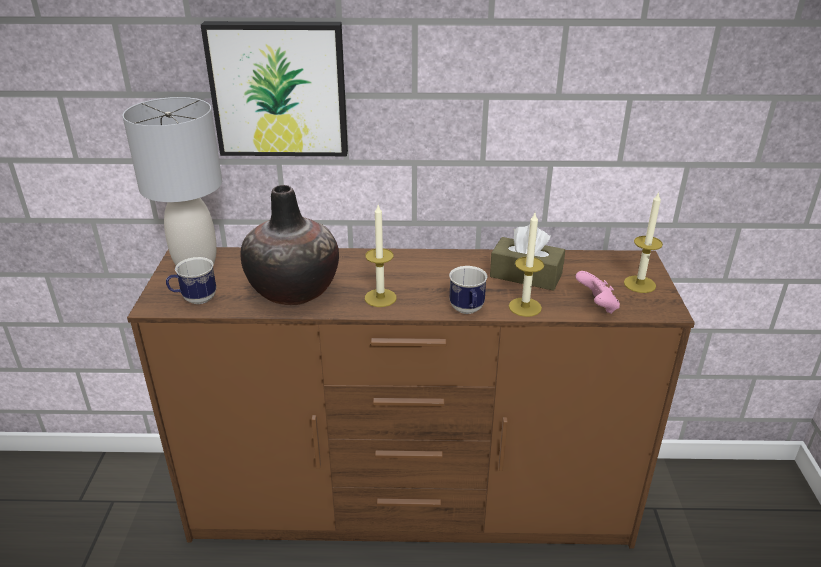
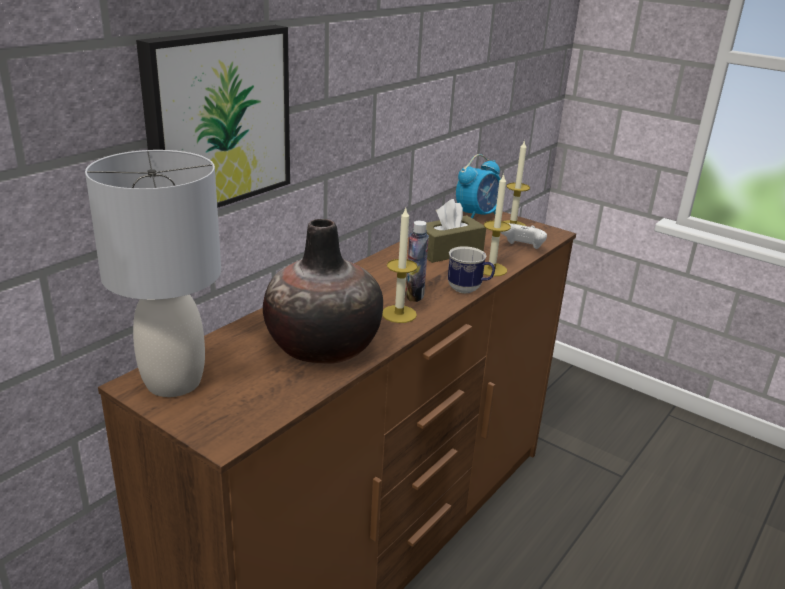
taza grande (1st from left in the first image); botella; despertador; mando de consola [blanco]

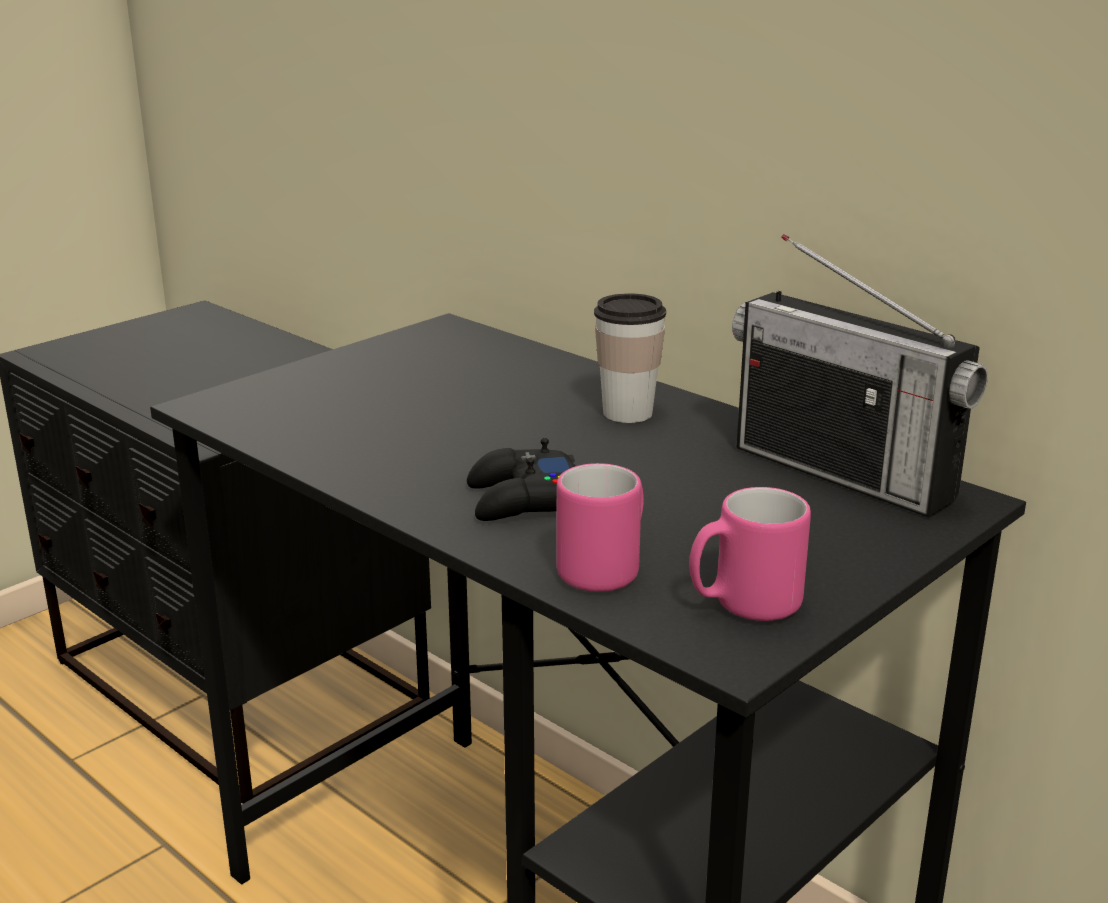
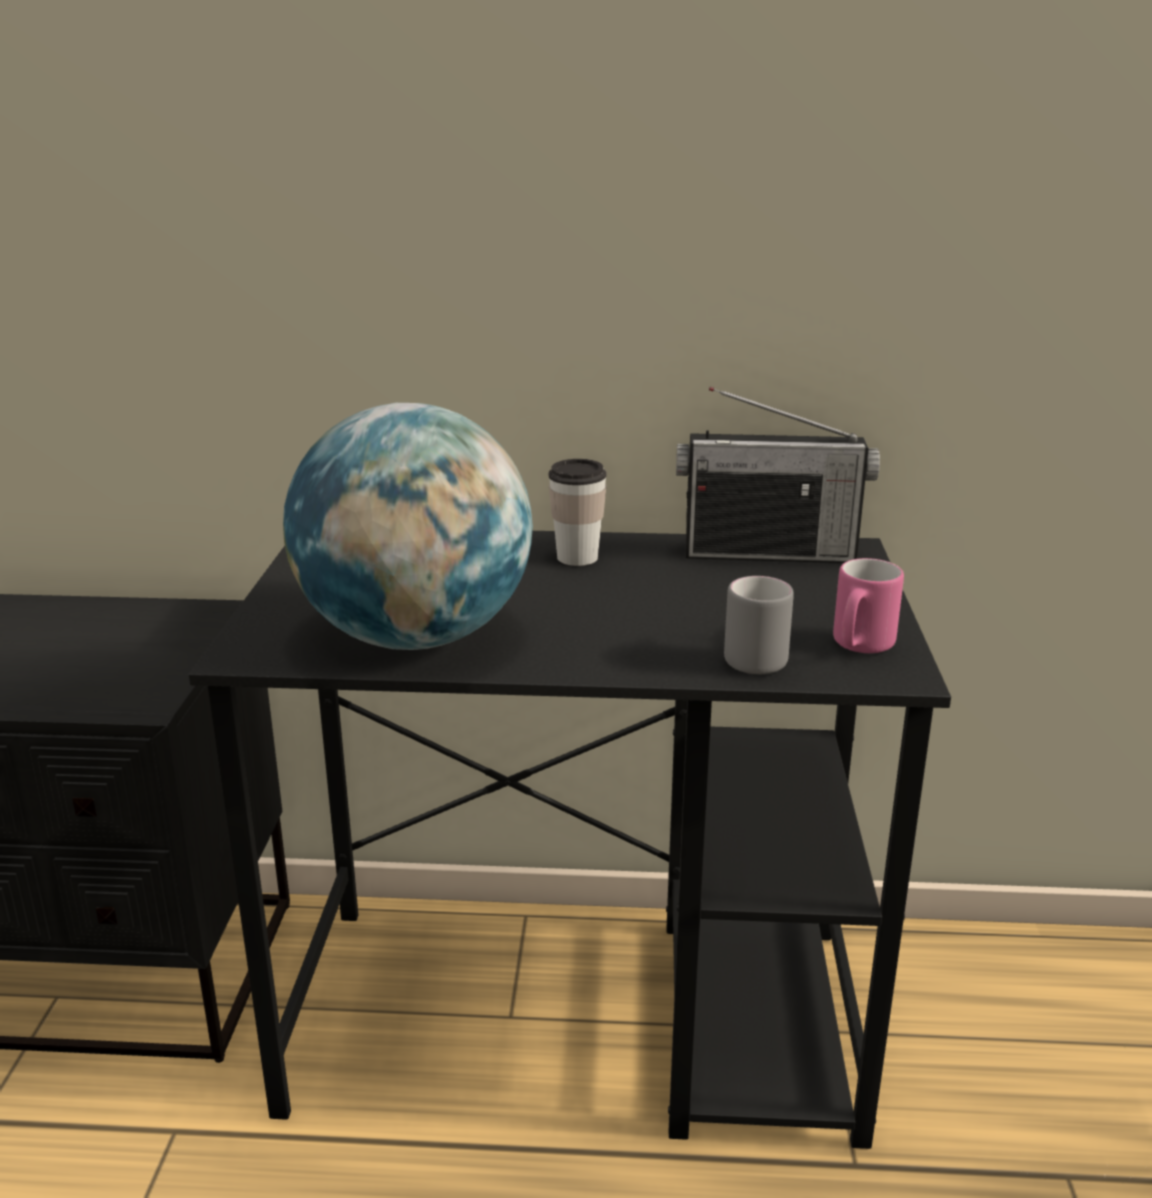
mando de consola [negro]; globo terráqueo; taza grande [gris]

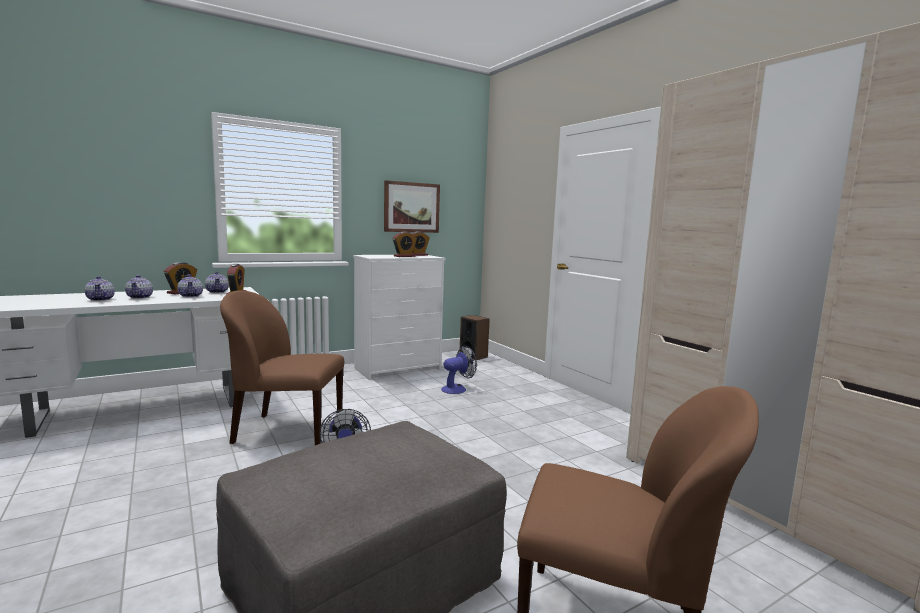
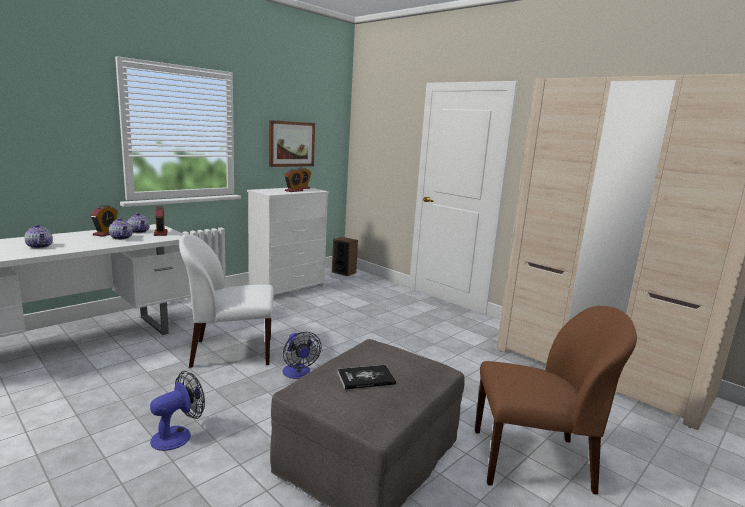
tetera (2nd from left in the first image); libro; ventilador (1st from left); silla [blanco]

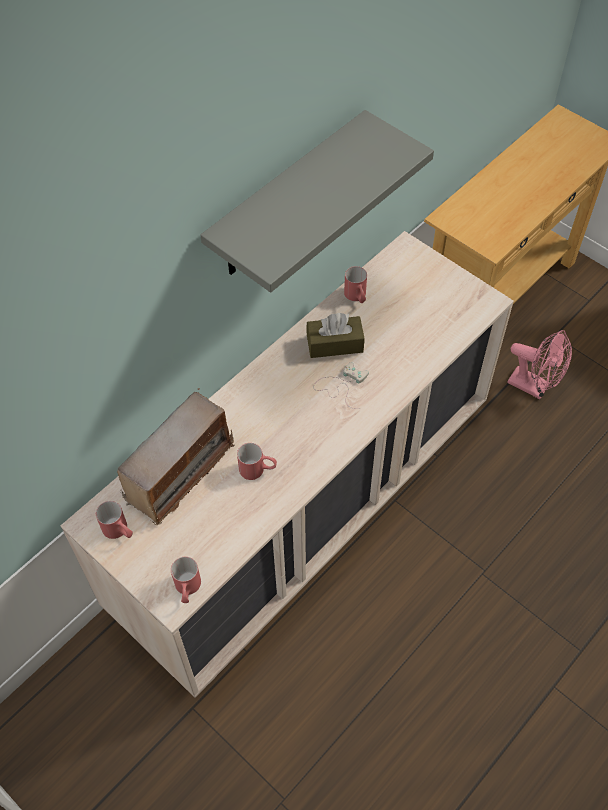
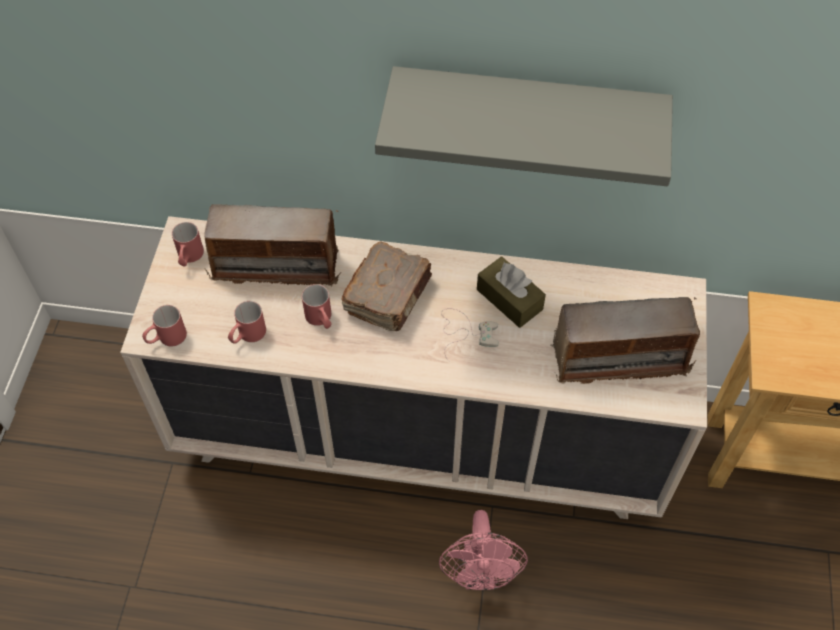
libro [marrón]; radio (2nd from left); taza grande [rojo] (3rd from left); ventilador [rosa]

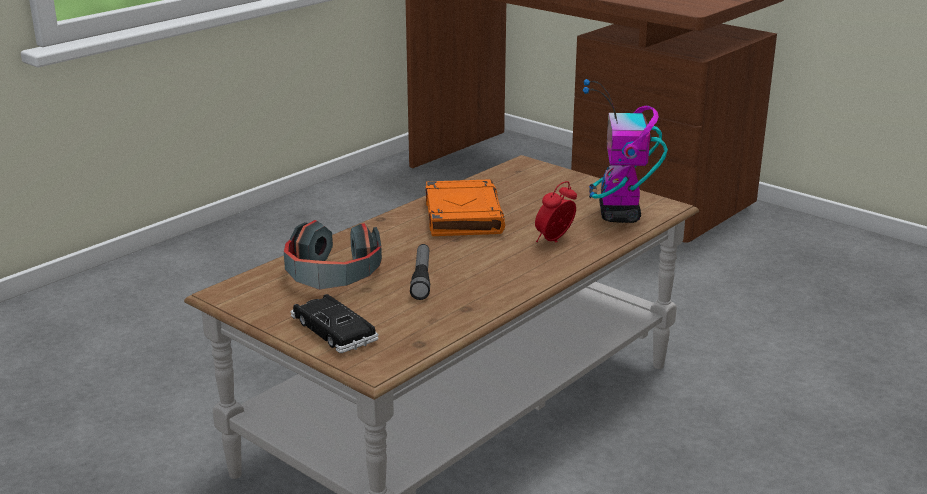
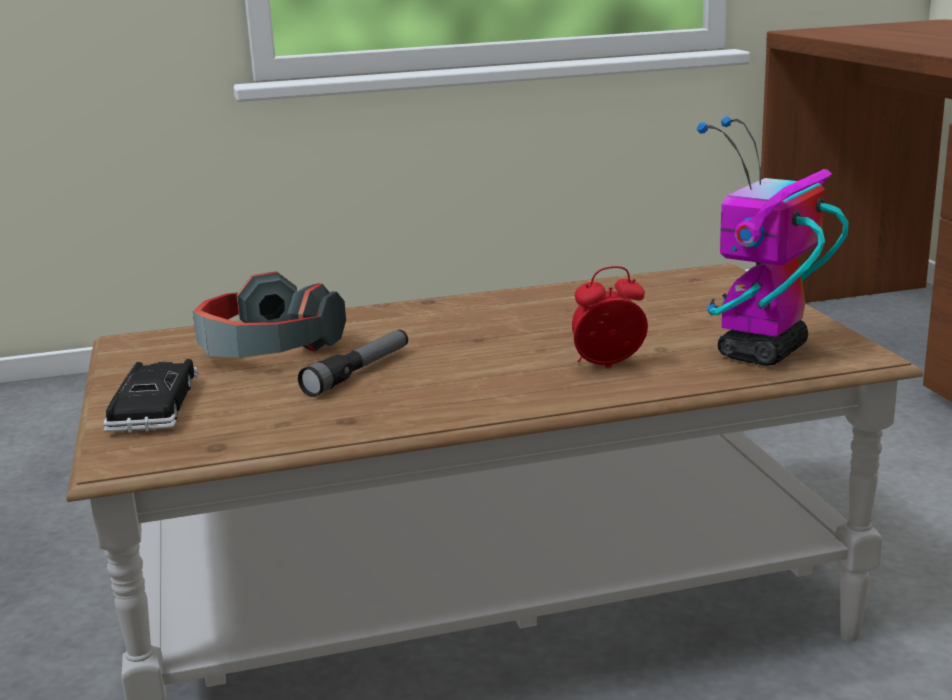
libro [naranja]

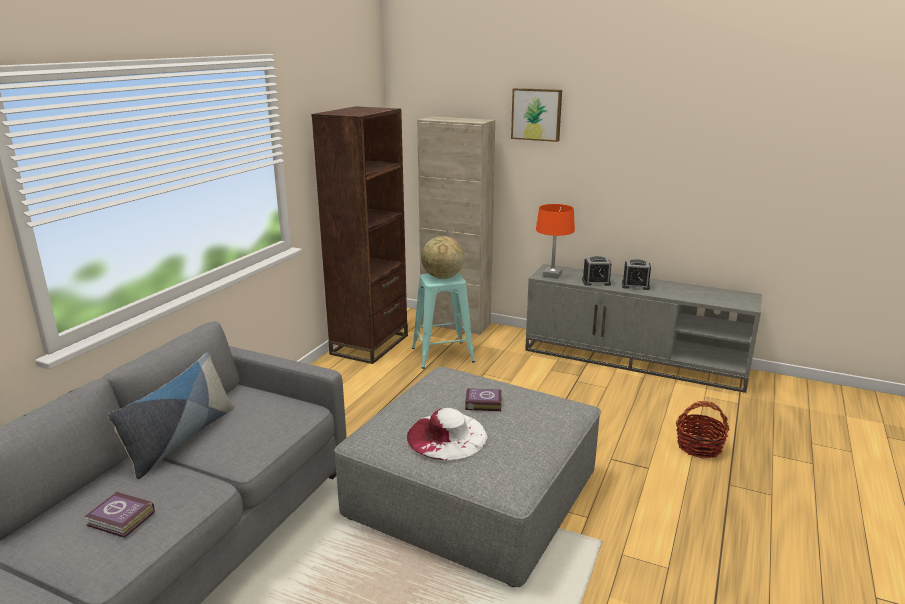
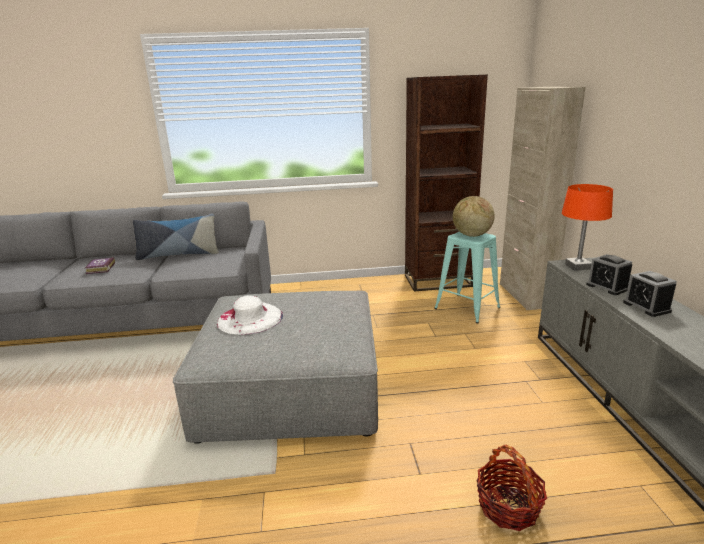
libro (2nd from left in the first image); cuadro

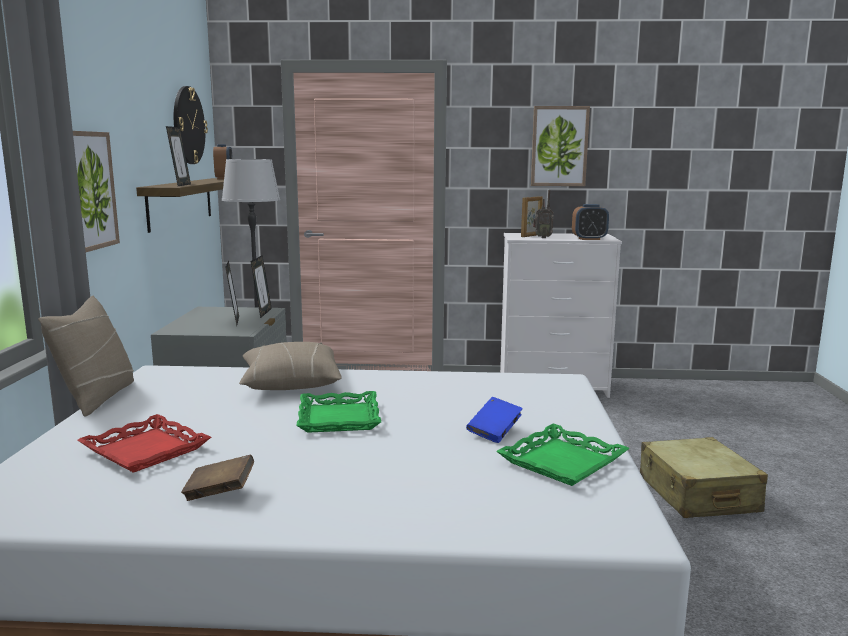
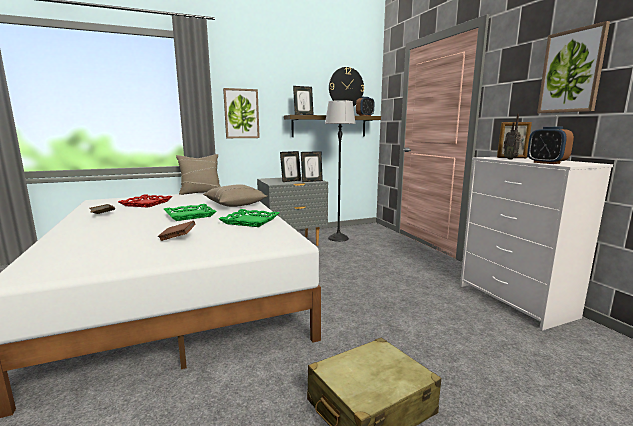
bandeja [verde] (2nd from left); libro [marrón] (2nd from left)

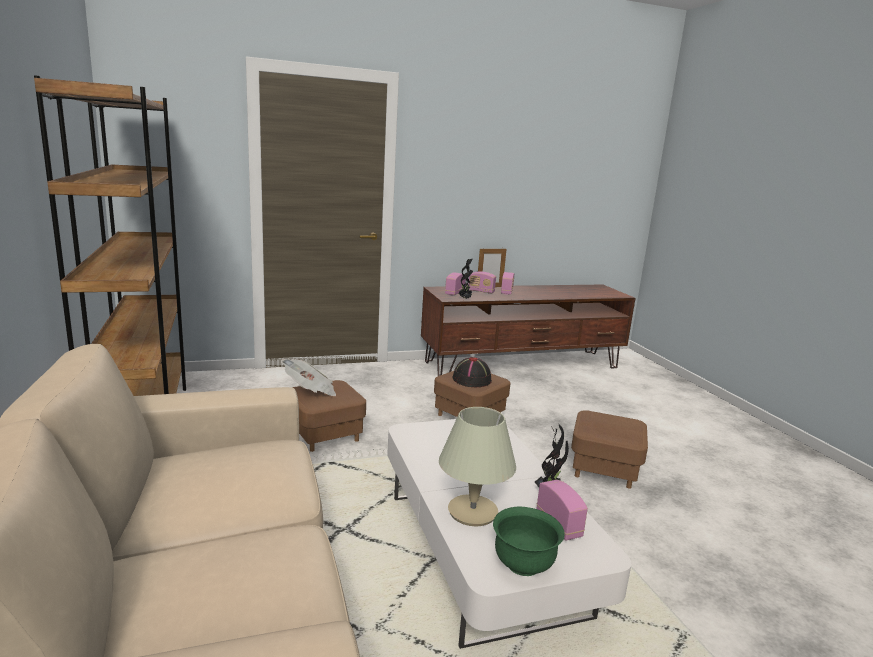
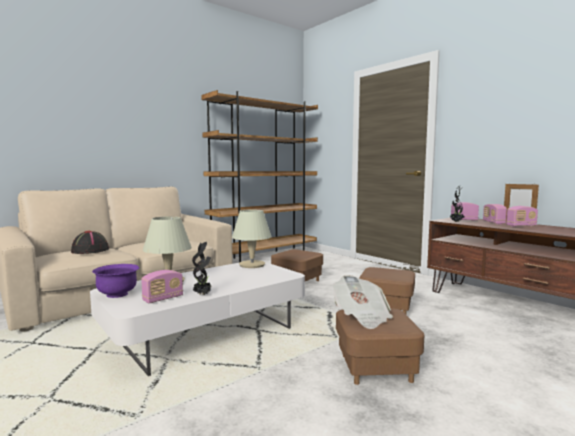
lámpara de mesa [beis] (2nd from left); periódico; sombrero [negro]; cuenco [morado]

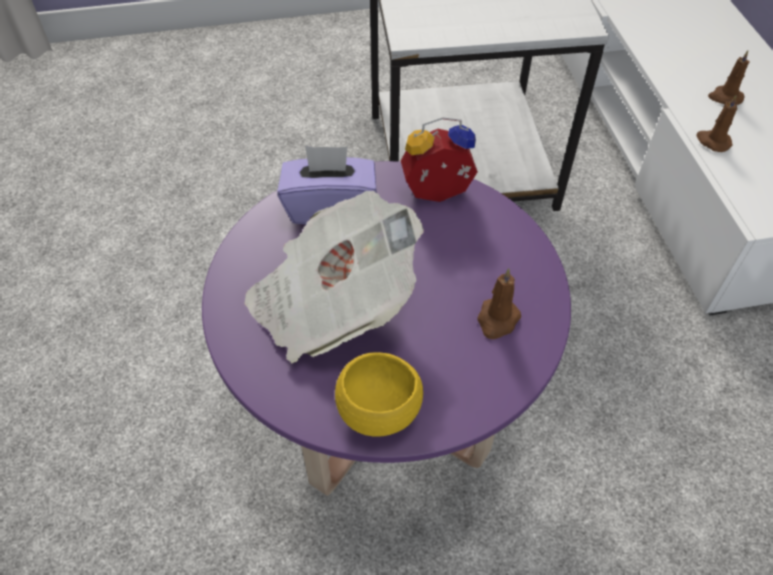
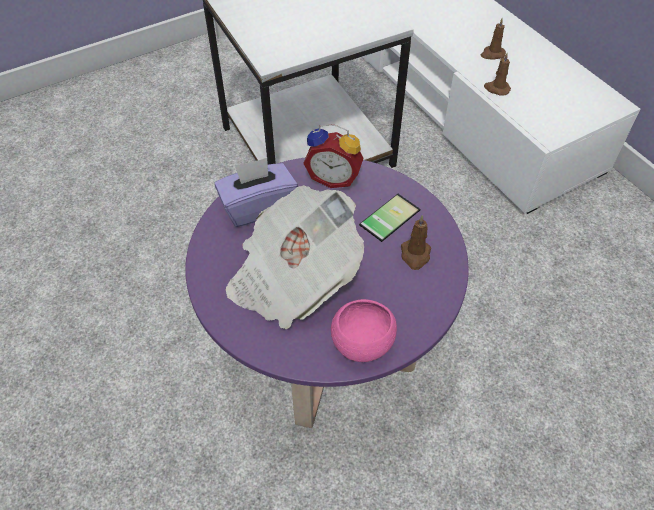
móvil; cuenco [rosa]; despertador

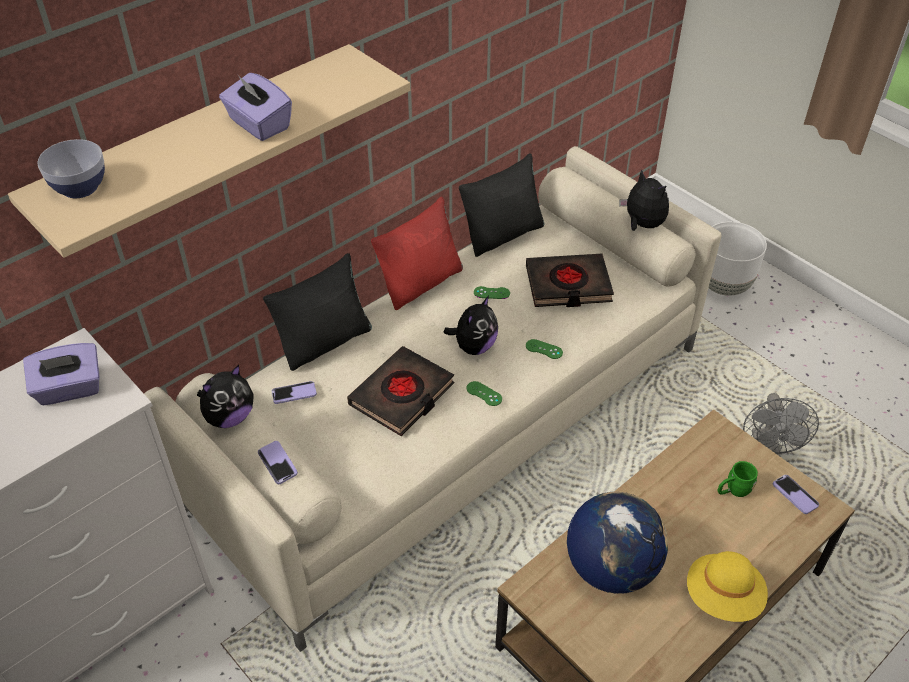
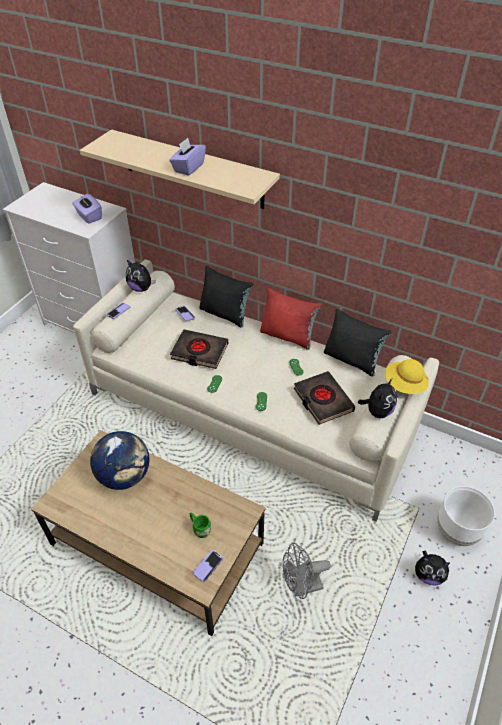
cuenco; peluche (3rd from left); sombrero [amarillo]

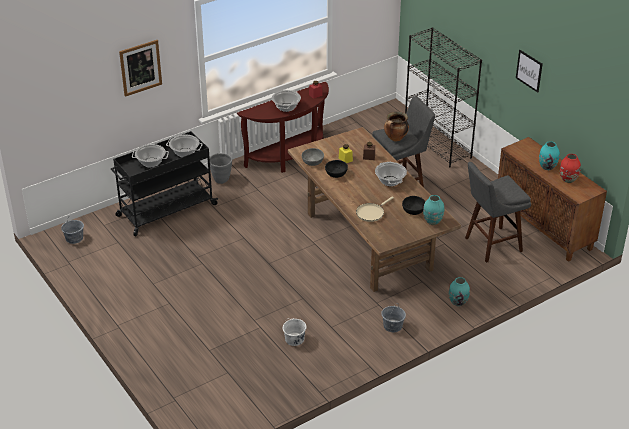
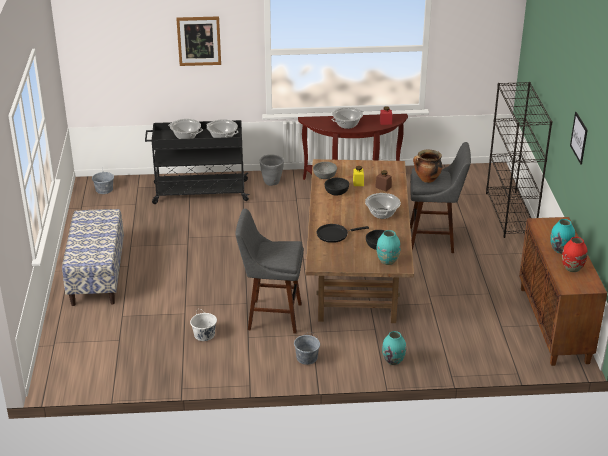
banco; taburete [gris] (1st from left); sartén [negro]

